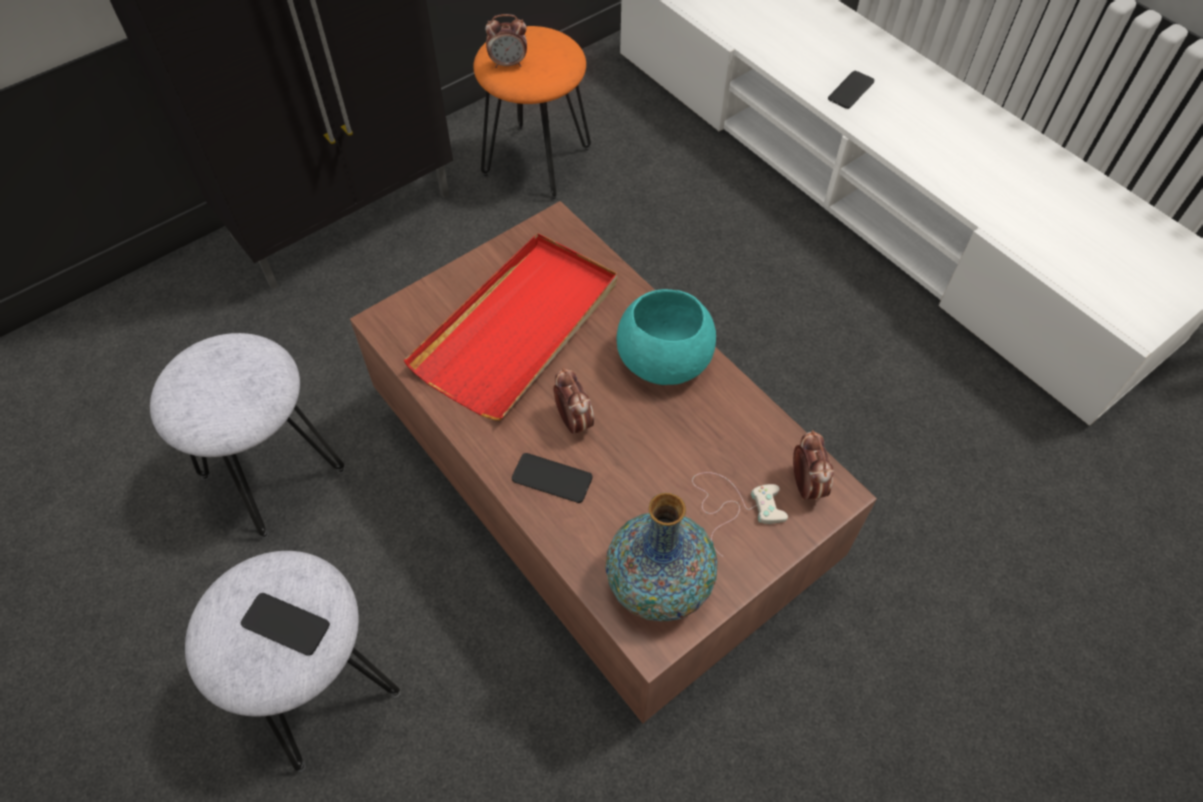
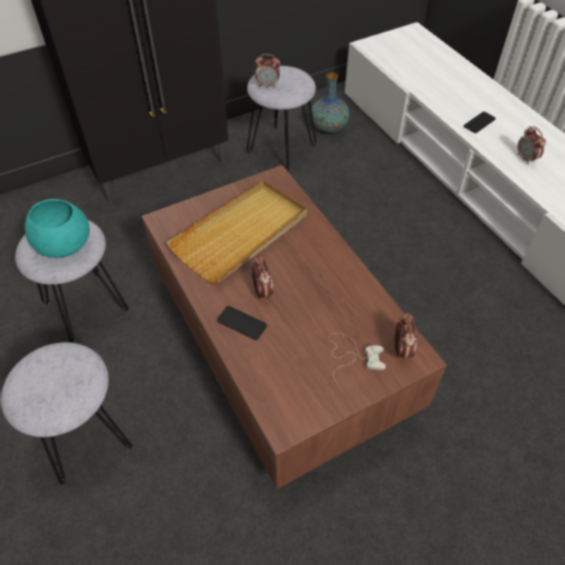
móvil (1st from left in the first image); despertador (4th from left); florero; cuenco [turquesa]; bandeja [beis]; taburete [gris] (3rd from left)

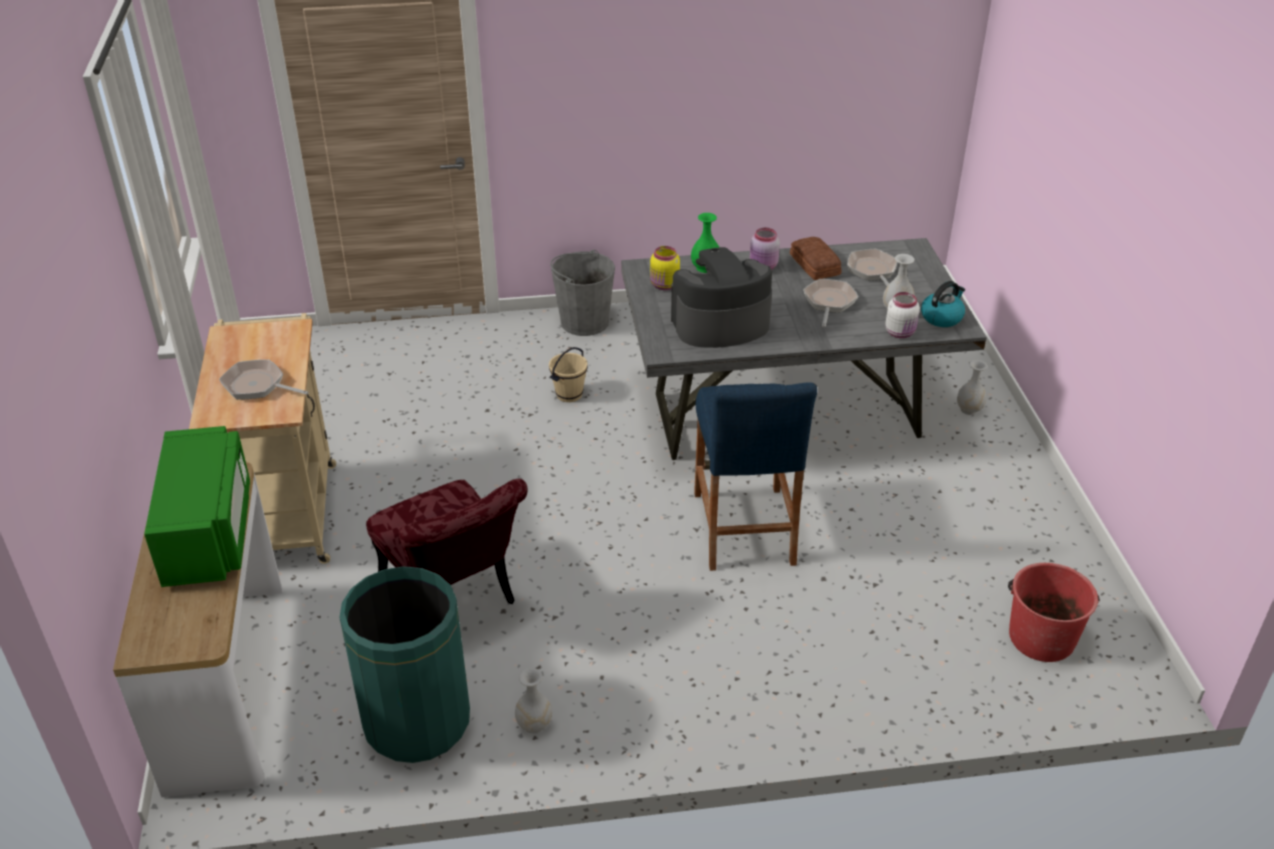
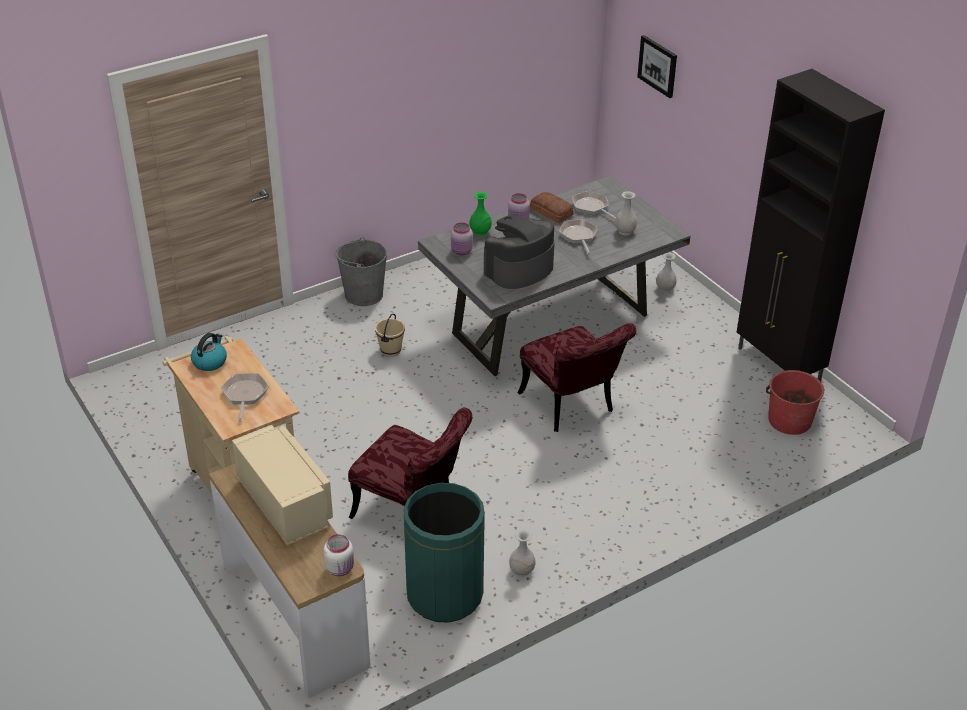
cuadro; armario [negro]; tarro [blanco]; hervidor; silla [rojo] (2nd from left); microondas [beis]; tarro [rosa] (1st from left); sartén (1st from left)

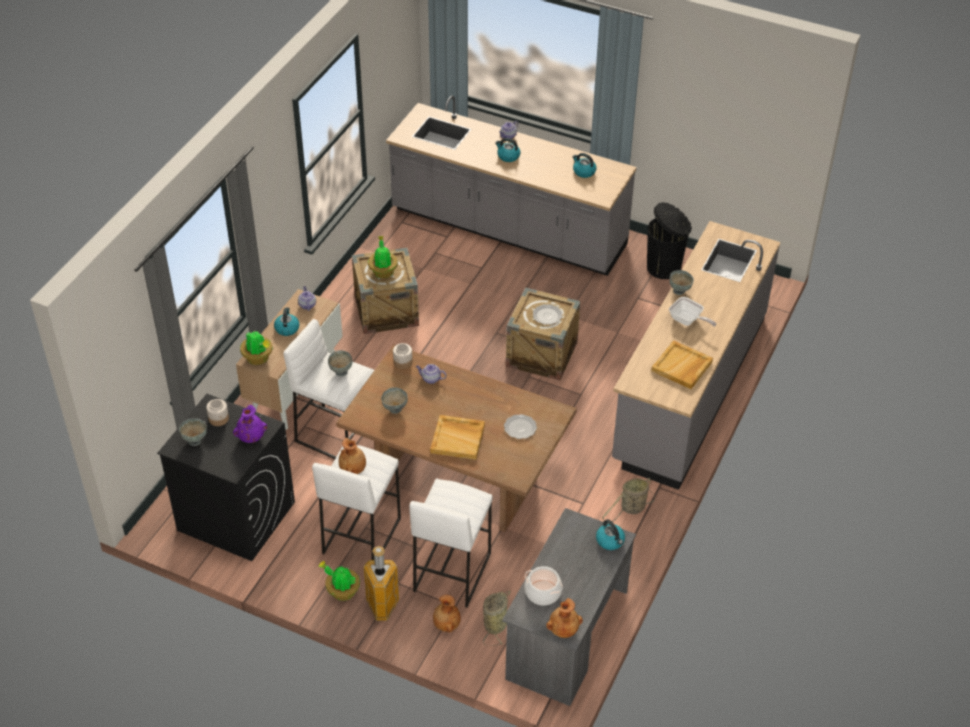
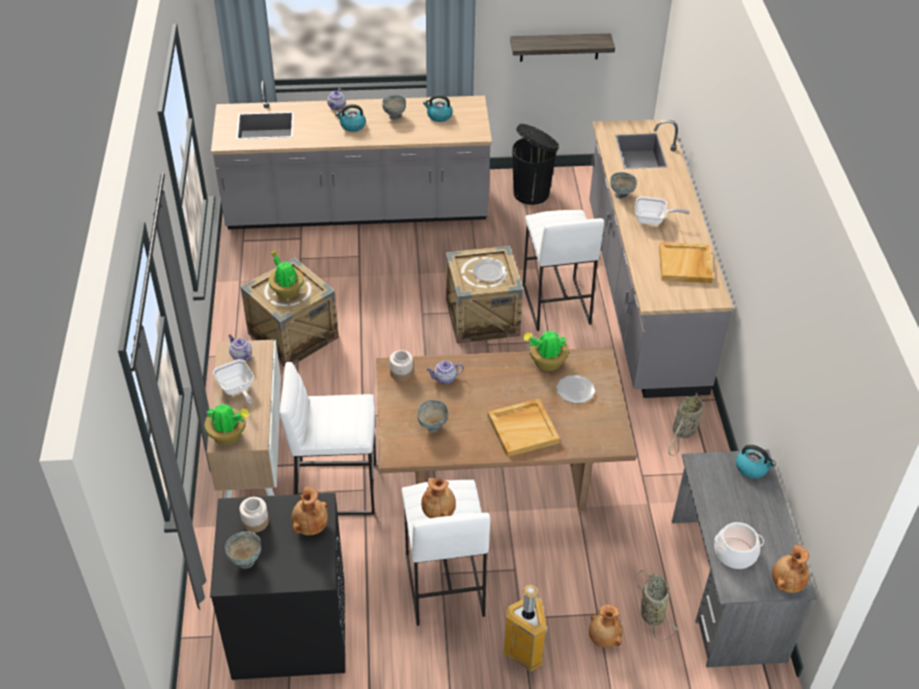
estante; planta en maceta (3rd from left); cuenco [gris] (2nd from left); taburete [blanco] (3rd from left); sartén (1st from left); florero [marrón] (1st from left)

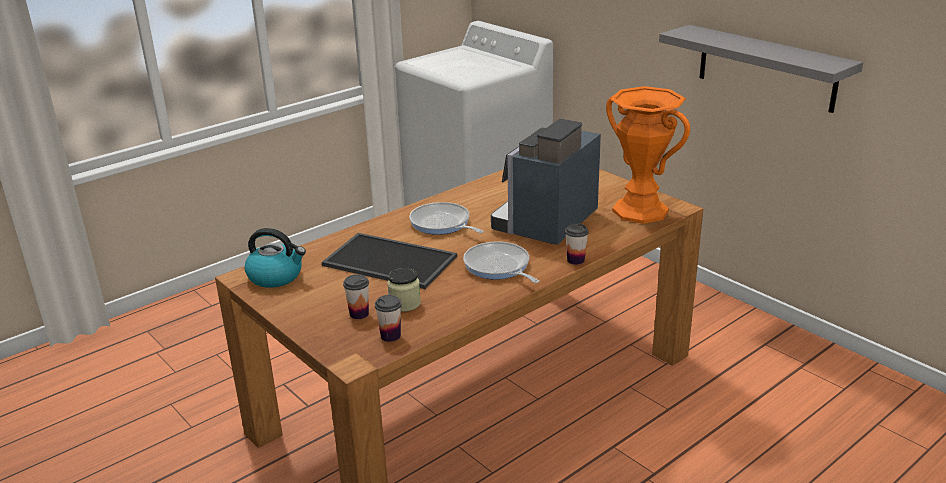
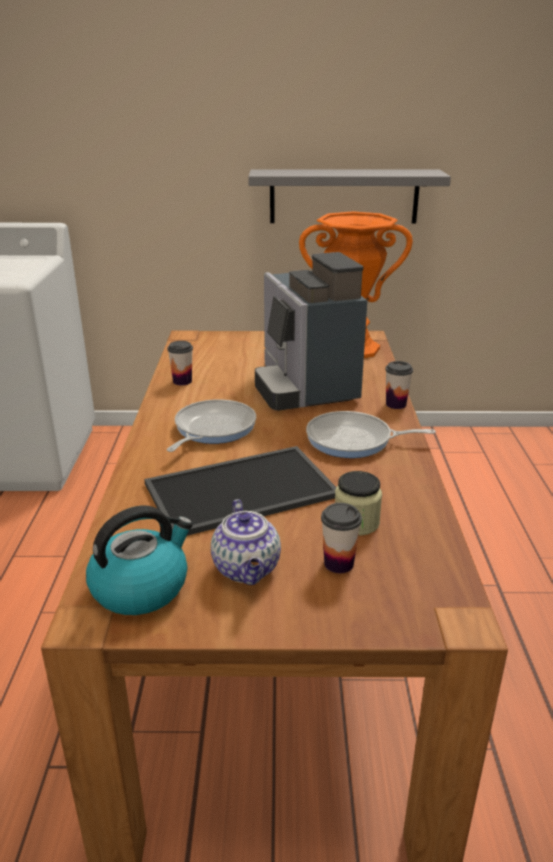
tetera; taza (1st from left); sartén (1st from left)

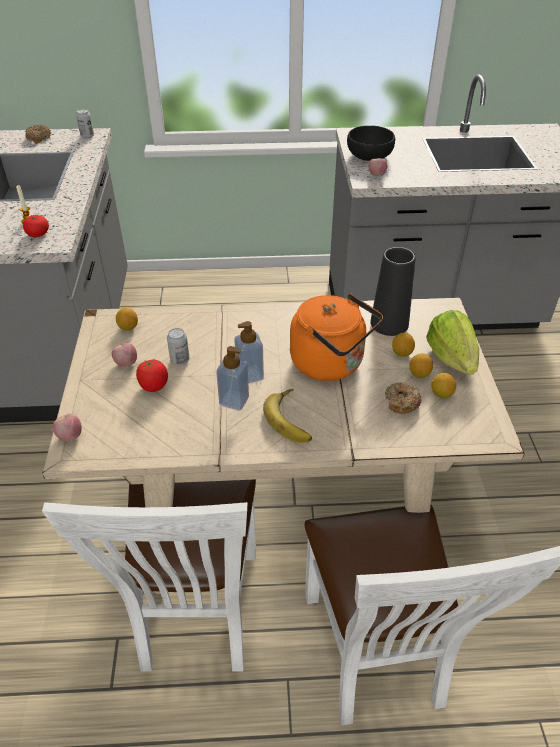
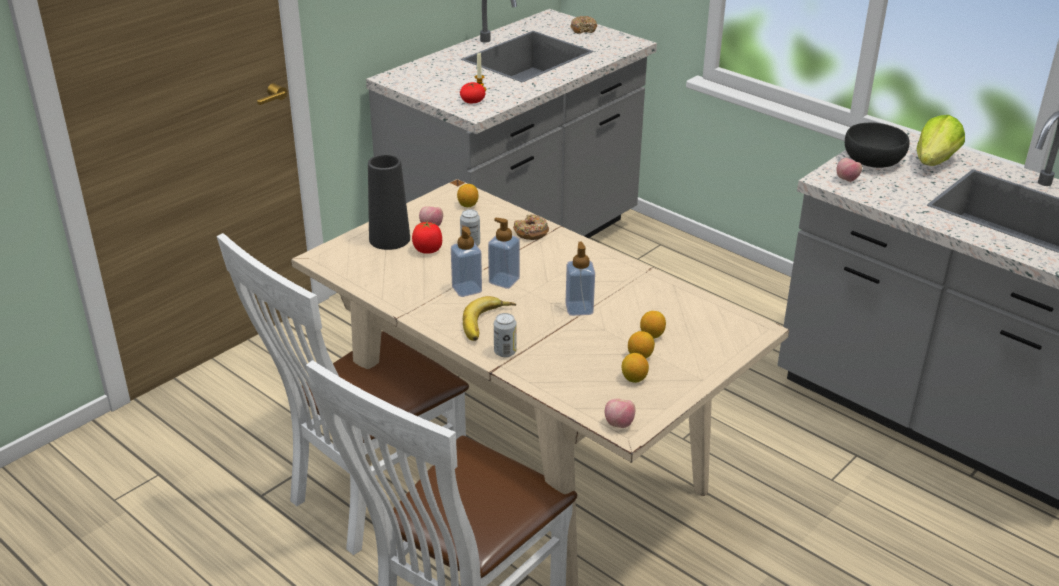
manzana (2nd from left); lata (2nd from left); florero [negro]; rosquilla (1st from left); lechuga; dispensador de jabón (3rd from left)

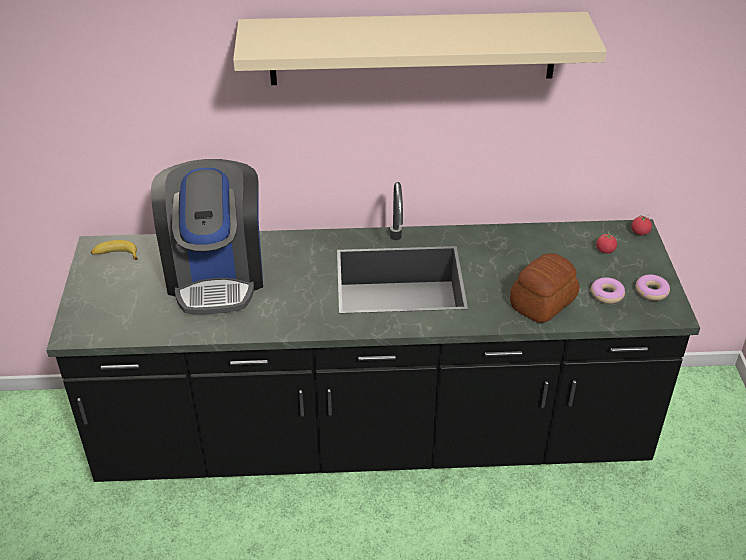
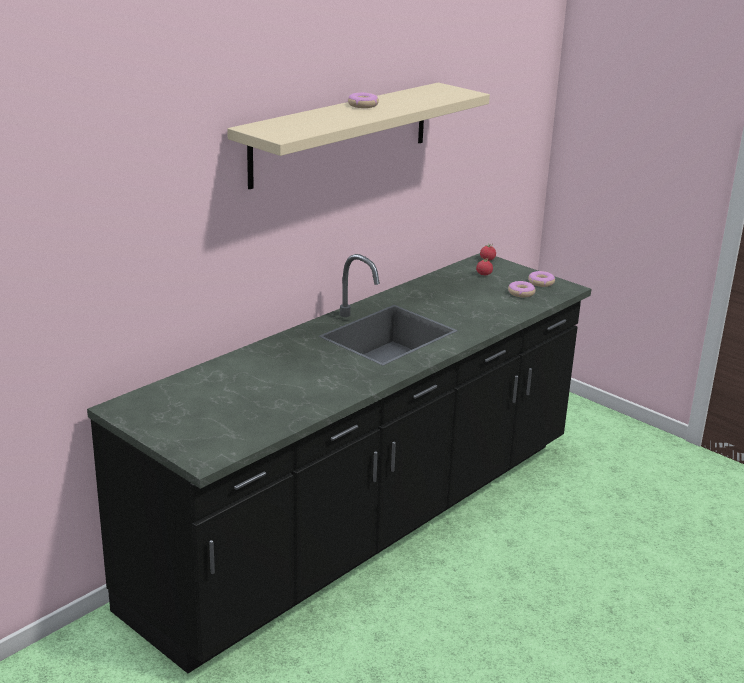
plátano; cafetera; pan; rosquilla (1st from left)

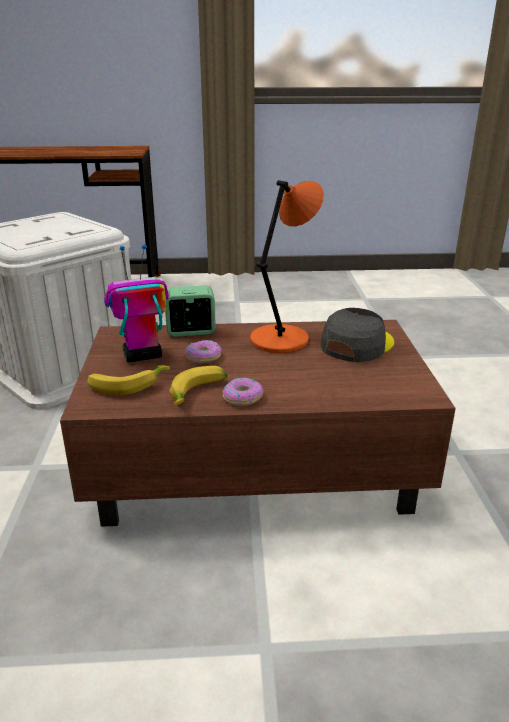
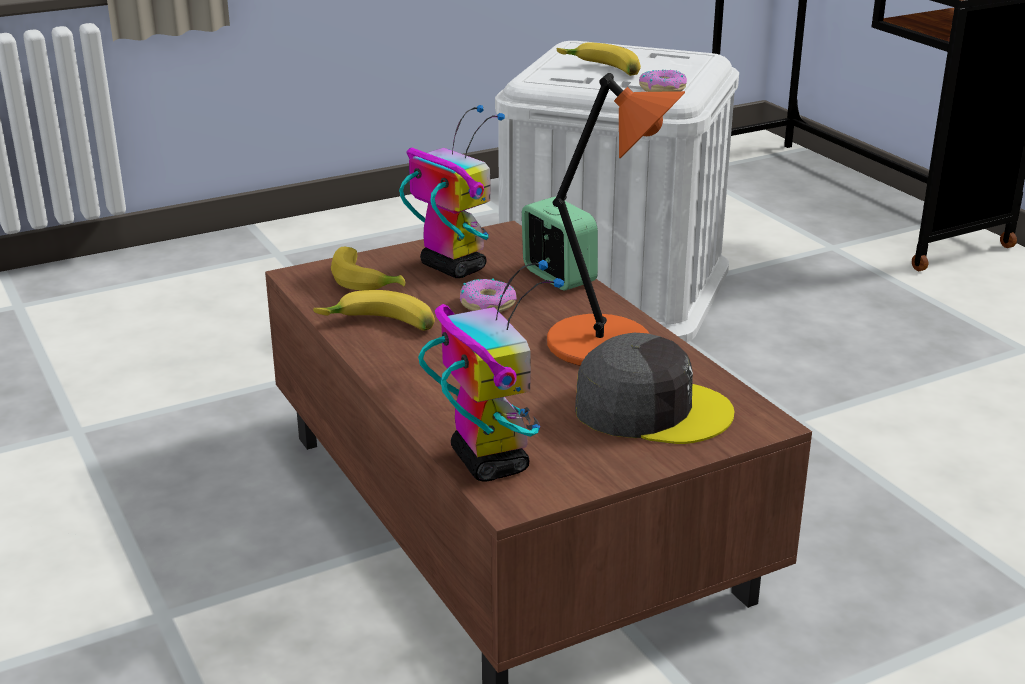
robot de juguete (2nd from left); plátano (3rd from left); rosquilla (2nd from left)

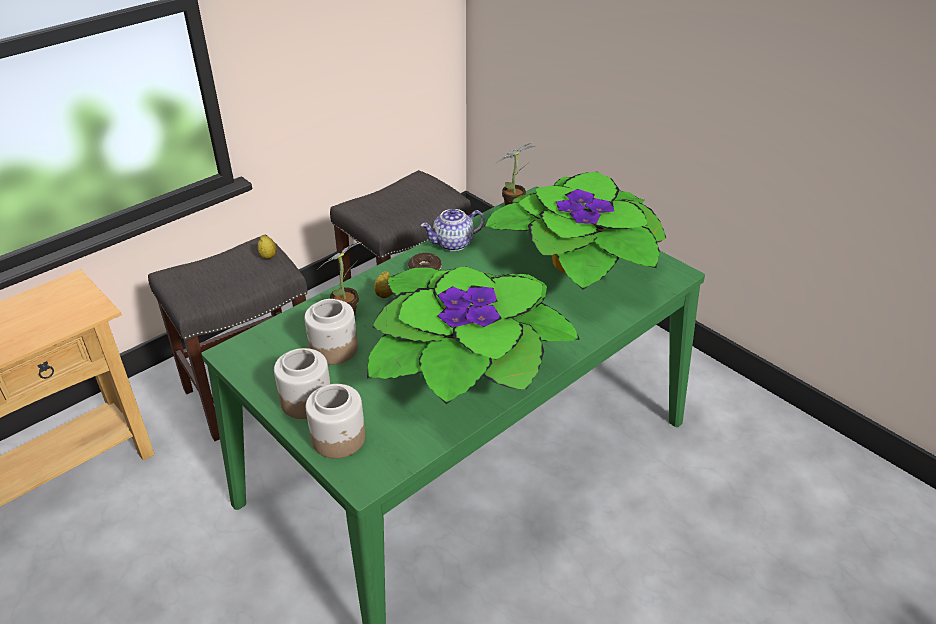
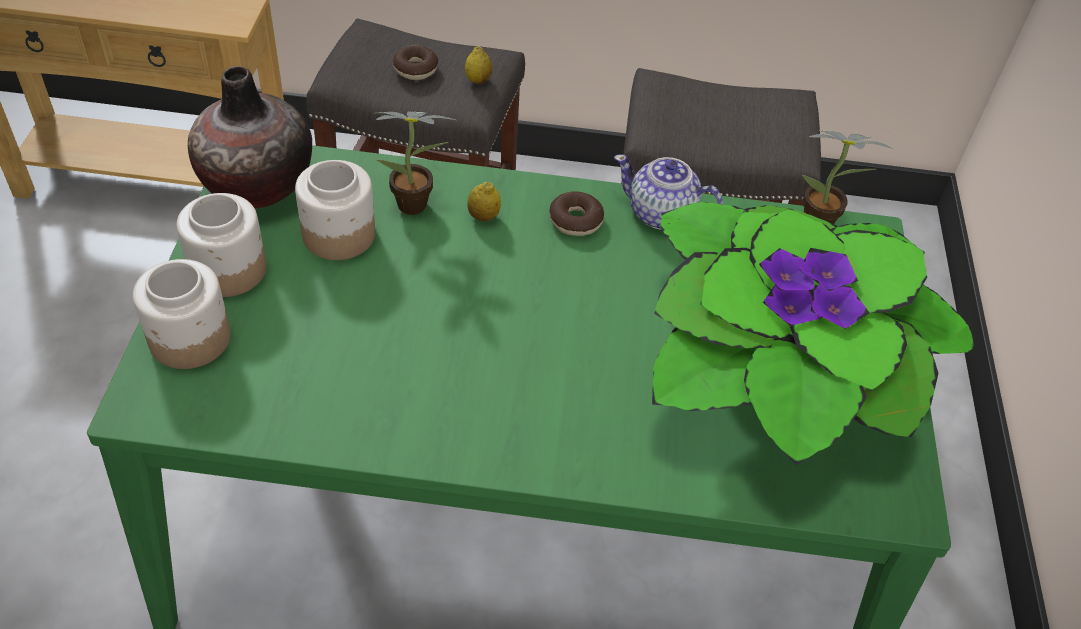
planta en maceta (2nd from left in the first image); florero; rosquilla (1st from left)

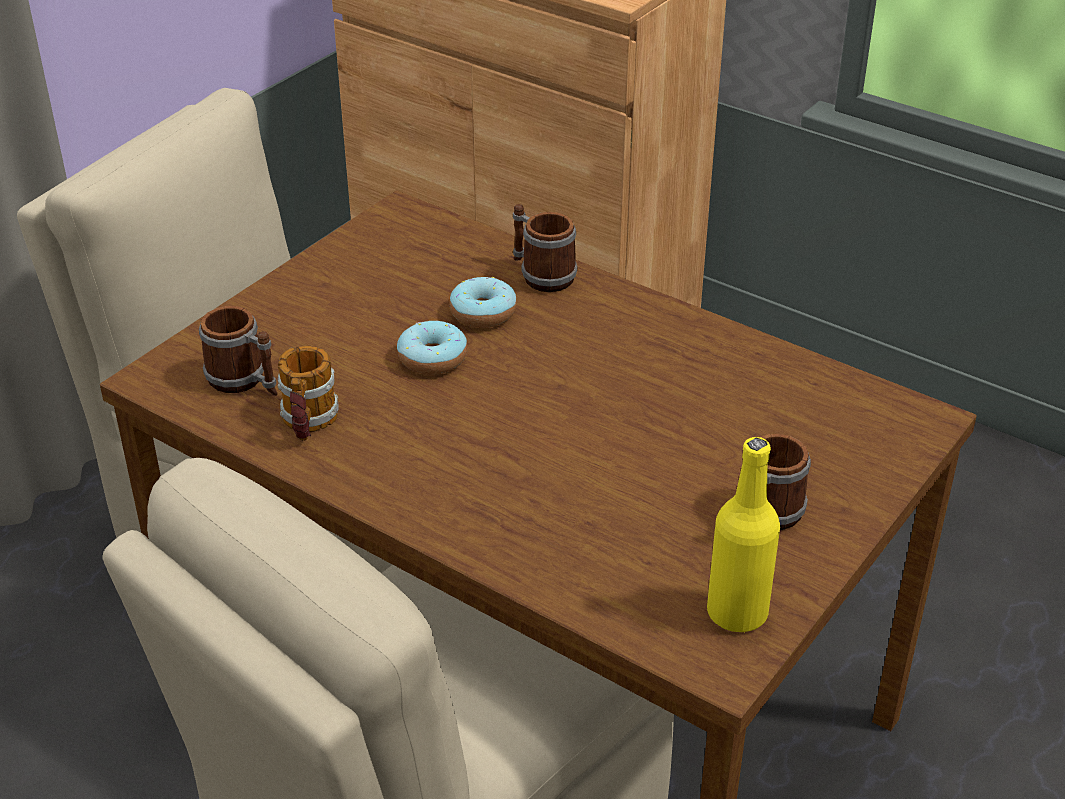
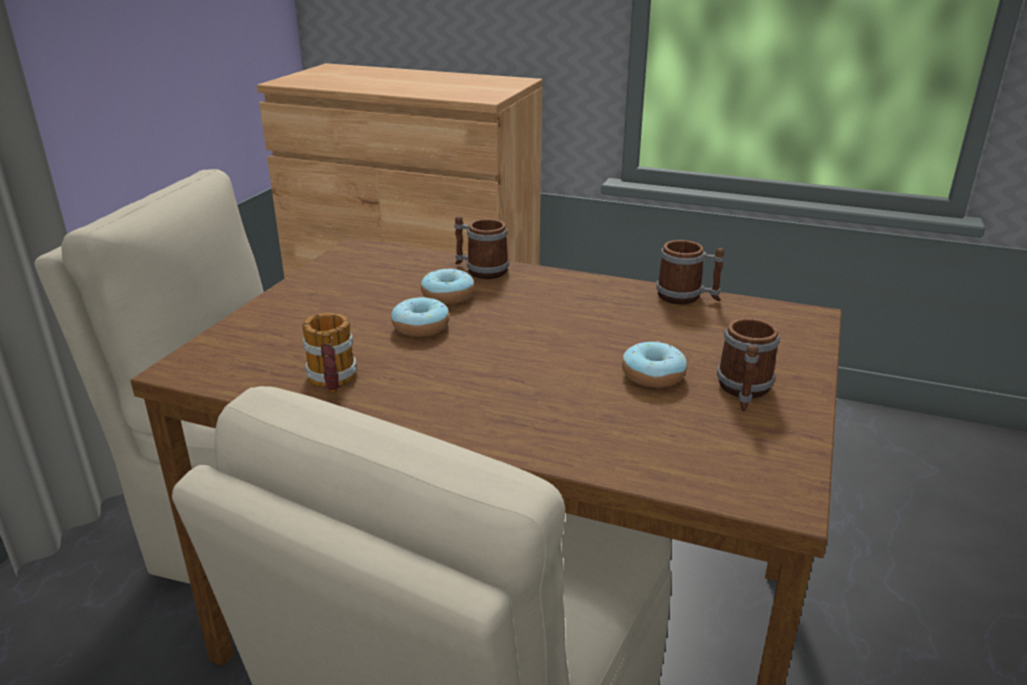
botella [amarillo]; rosquilla (3rd from left); taza grande (3rd from left)

